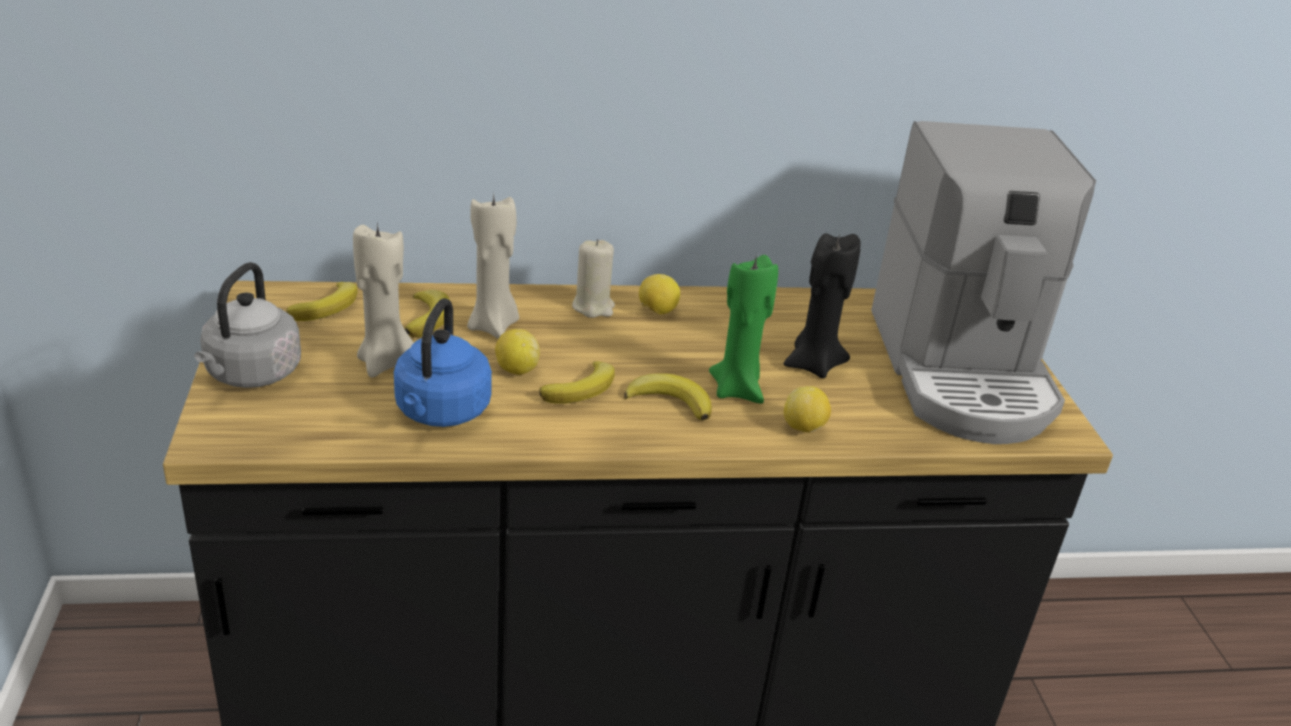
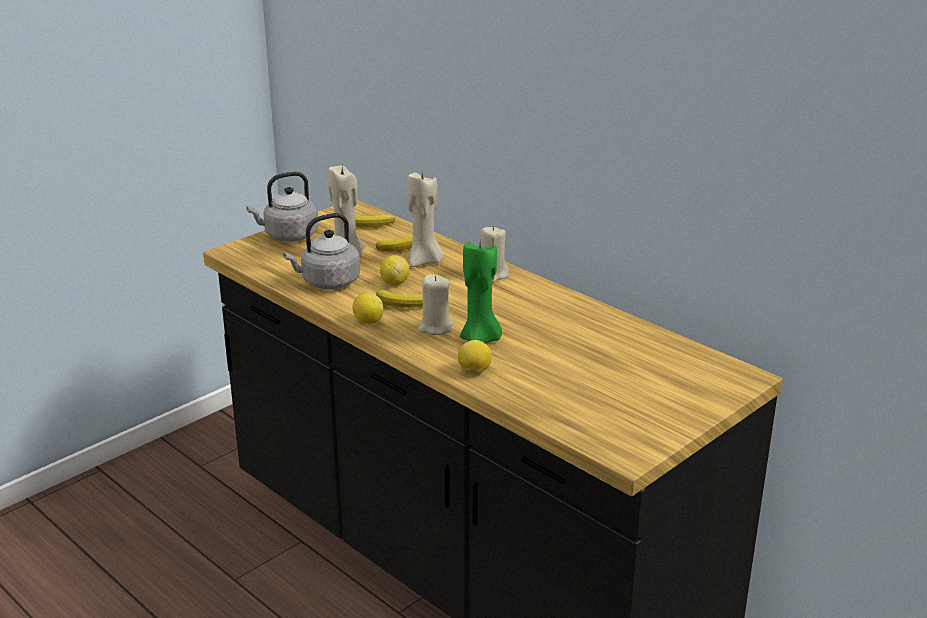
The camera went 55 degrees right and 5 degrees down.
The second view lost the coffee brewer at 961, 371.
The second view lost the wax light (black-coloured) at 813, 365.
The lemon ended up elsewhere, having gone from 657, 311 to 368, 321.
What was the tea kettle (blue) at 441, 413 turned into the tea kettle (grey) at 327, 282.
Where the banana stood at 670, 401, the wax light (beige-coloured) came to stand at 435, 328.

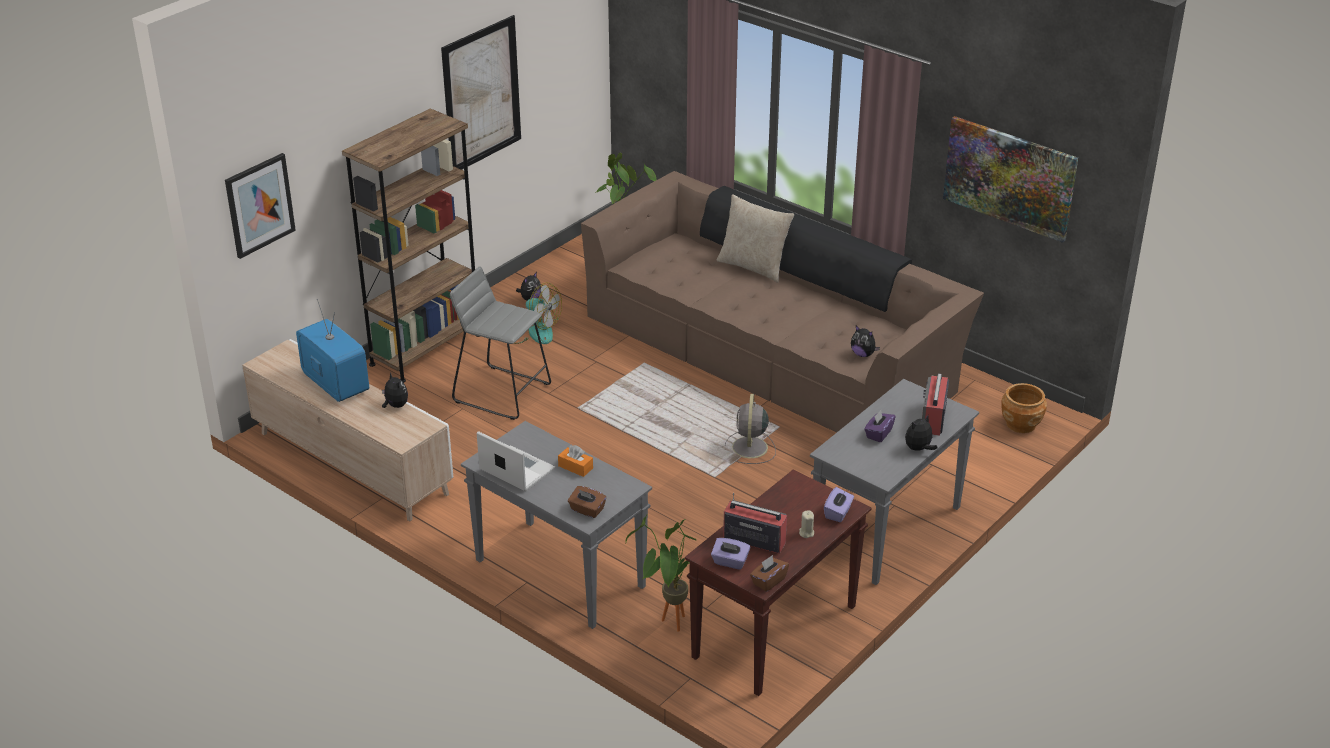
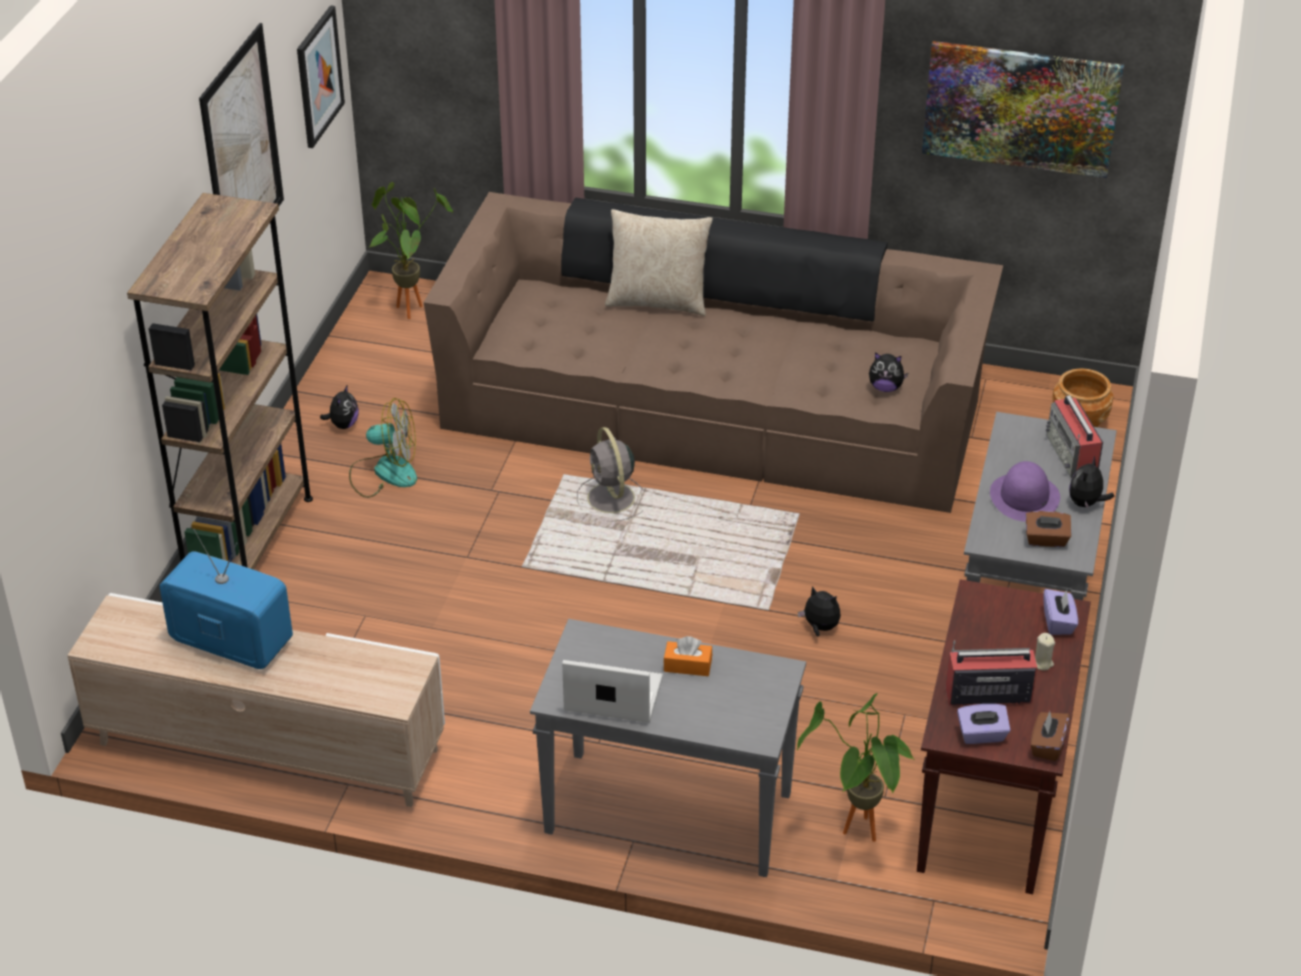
The camera went 25 degrees left and 5 degrees up.
The picture ended up elsewhere, having gone from 259, 205 to 318, 76.
The second view lost the stool (grey) at 502, 392.
The cuddly toy ended up elsewhere, having gone from 395, 406 to 820, 628.
The fan (grey) ended up elsewhere, having gone from 749, 448 to 612, 499.
Where the tissue box (purple) stood at 878, 434, the wearable hat (purple) came to stand at 1024, 497.
The tissue box (brown) ended up elsewhere, having gone from 587, 510 to 1046, 540.

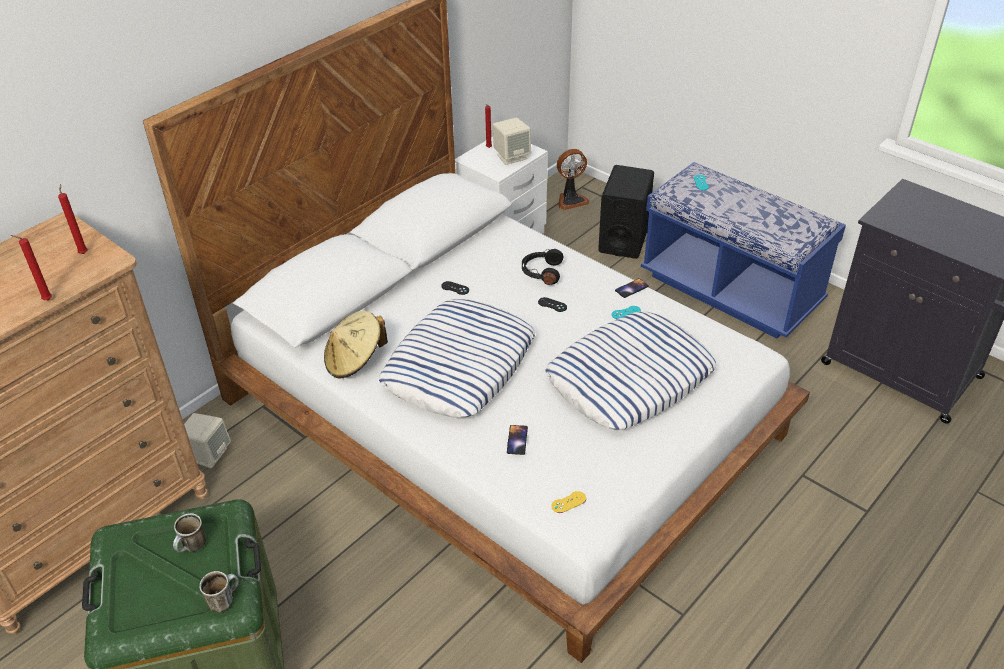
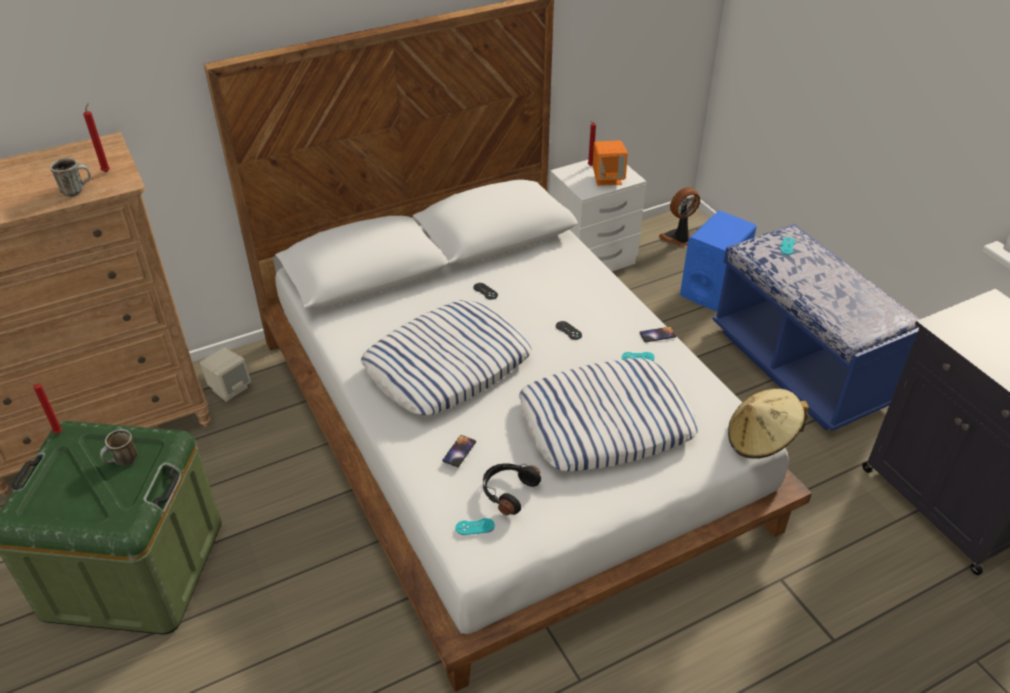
The camera went 20 degrees right and 0 degrees up.
What was the audio speaker (beige-coloured) at 511, 156 turned into the audio speaker (orangey) at 608, 179.
The fan at 571, 200 ended up facing another way, 150 degrees clockwise from before.
What was the audio speaker (black-coloured) at 623, 239 turned into the audio speaker (blue) at 712, 289.
The wax light (reddish) ended up elsewhere, having gone from 46, 300 to 57, 432.
The headset (black-coloured) ended up elsewhere, having gone from 541, 272 to 508, 492.
The wearable hat (beige-coloured) ended up elsewhere, having gone from 355, 361 to 761, 440.
What was the game controller (yellow) at 568, 502 turned into the game controller (blue-green) at 475, 527.
The tea mug ended up elsewhere, having gone from 224, 600 to 77, 190.

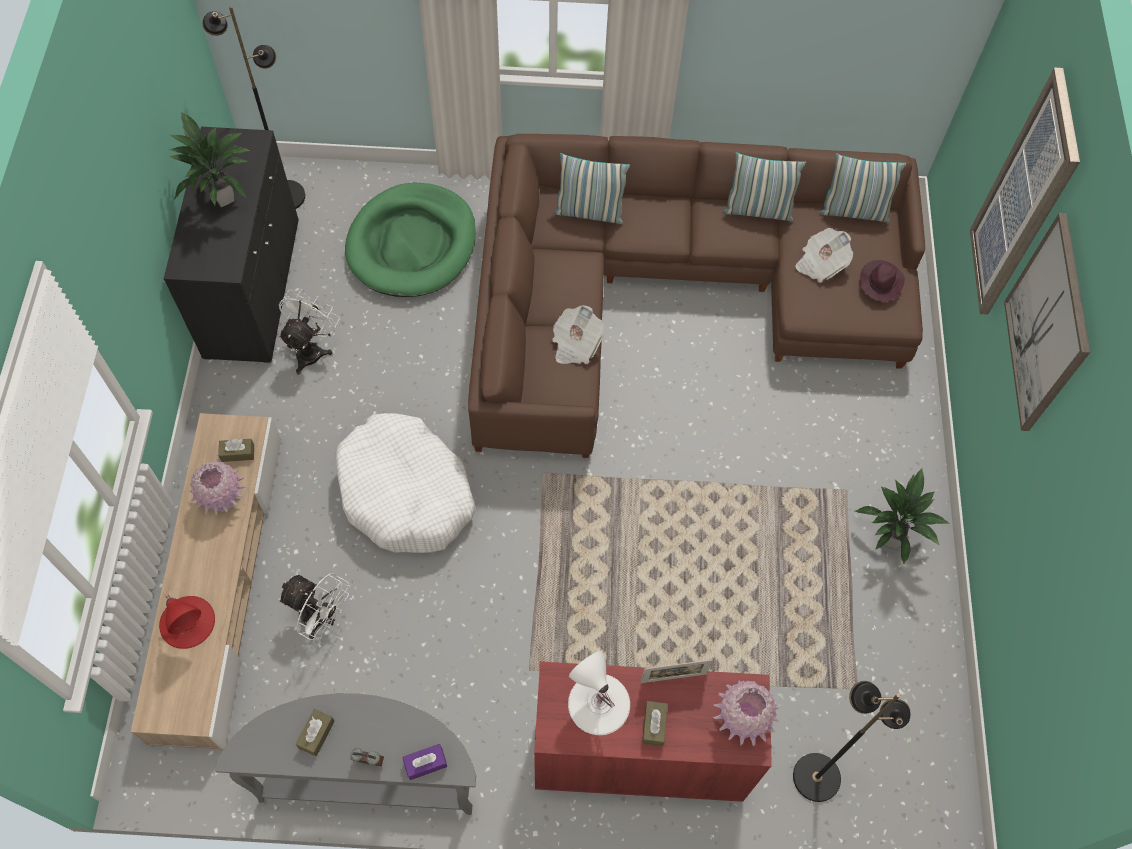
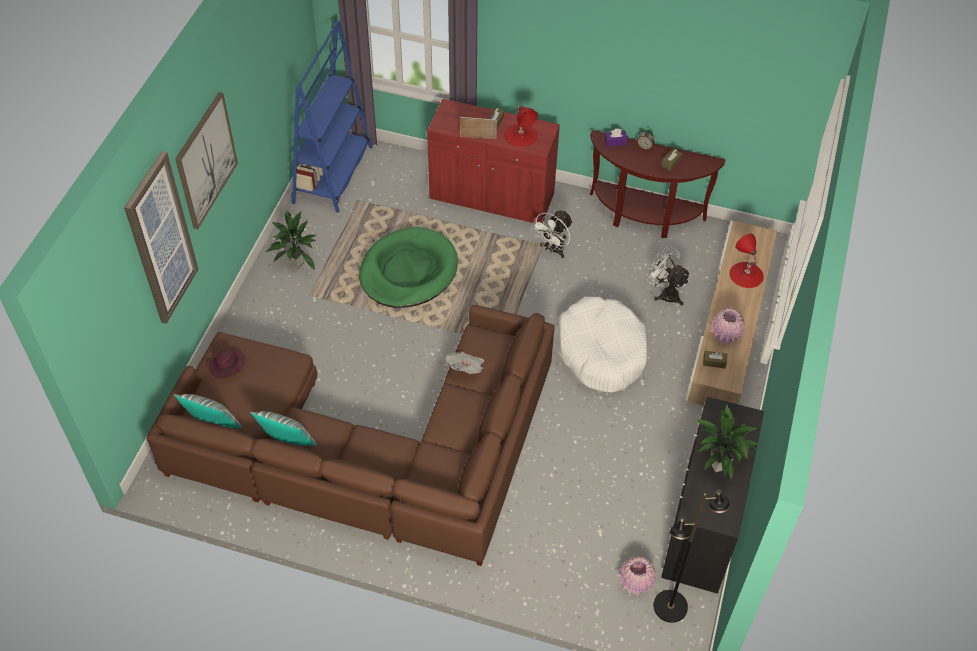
The camera went 165 degrees left and 10 degrees down.
The second view lost the pillow at 589, 212.
The pet bed (green) ended up elsewhere, having gone from 412, 244 to 408, 271.
The second view lost the newspaper at 820, 263.
The fan (whitish) ended up elsewhere, having gone from 312, 349 to 553, 250.
What was the tabletop lamp (whitish) at 598, 703 turned into the tabletop lamp (reddish) at 521, 135.
The decorative vase (pink) ended up elsewhere, having gone from 742, 719 to 635, 584.
The second view lost the standard lamp (black-coloured) at 816, 776.
What was the narrow table (grey) at 370, 776 turned into the narrow table (brown) at 644, 216.
The second view gained the bookcase (blue) at 333, 175.

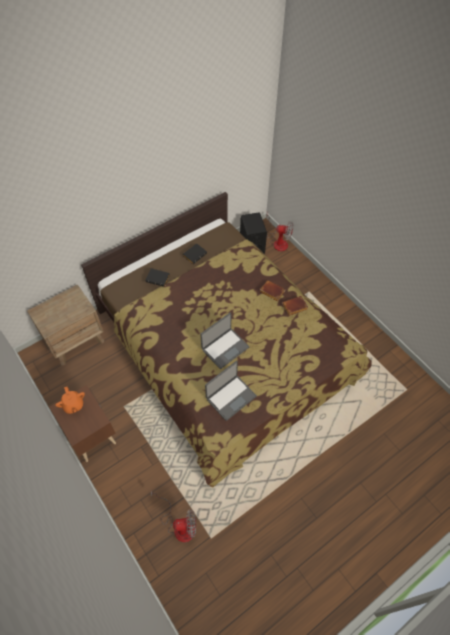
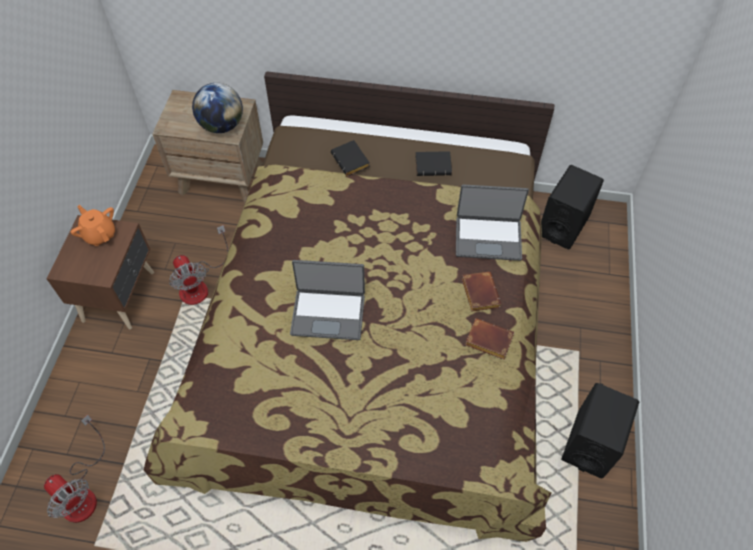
The camera went 45 degrees right and 0 degrees up.
The fan ended up elsewhere, having gone from 278, 241 to 200, 284.
The notebook computer ended up elsewhere, having gone from 230, 397 to 488, 237.
The tea pot (orangey) at 73, 405 ended up facing another way, 120 degrees clockwise from before.
The second view gained the desk globe at 222, 126.
The second view gained the audio speaker (black-coloured) at 589, 444.

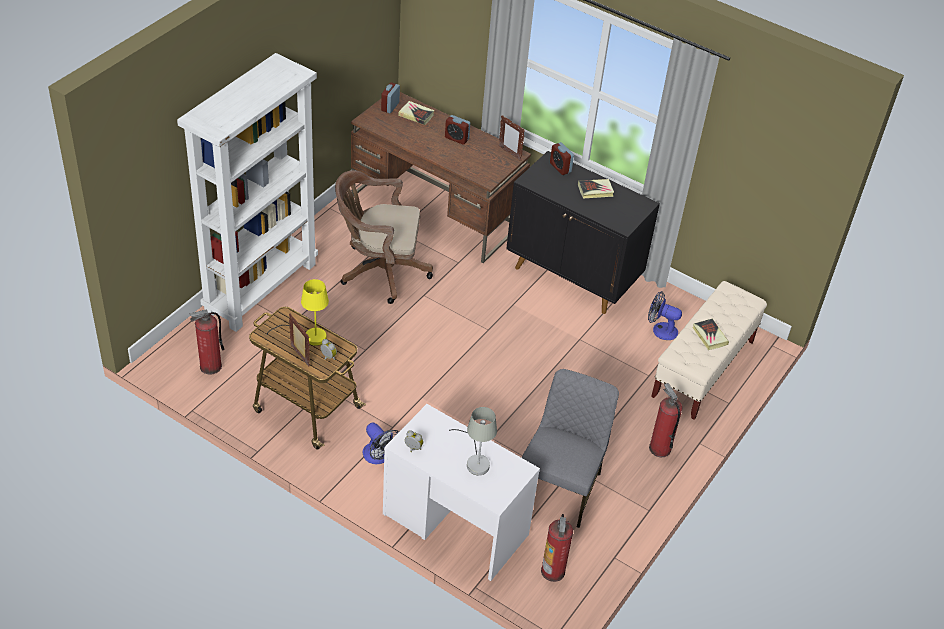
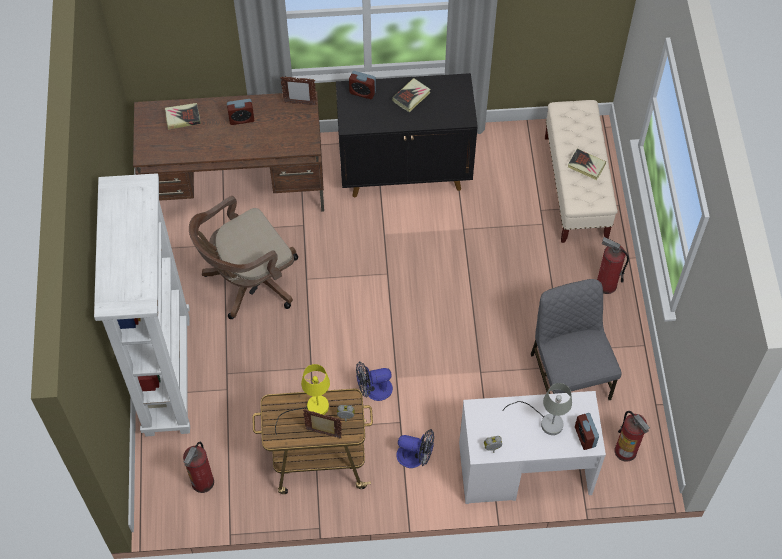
The camera went 35 degrees left and 15 degrees up.
The table clock ended up elsewhere, having gone from 390, 106 to 585, 437.
The fan ended up elsewhere, having gone from 660, 329 to 373, 390.

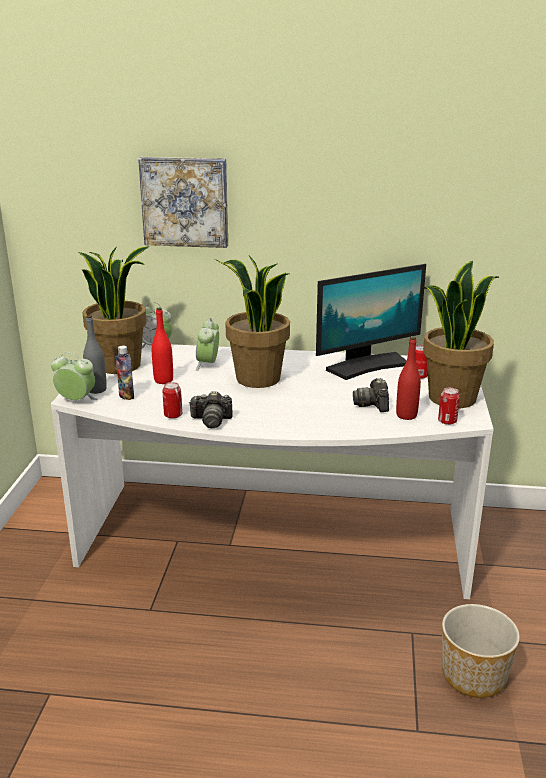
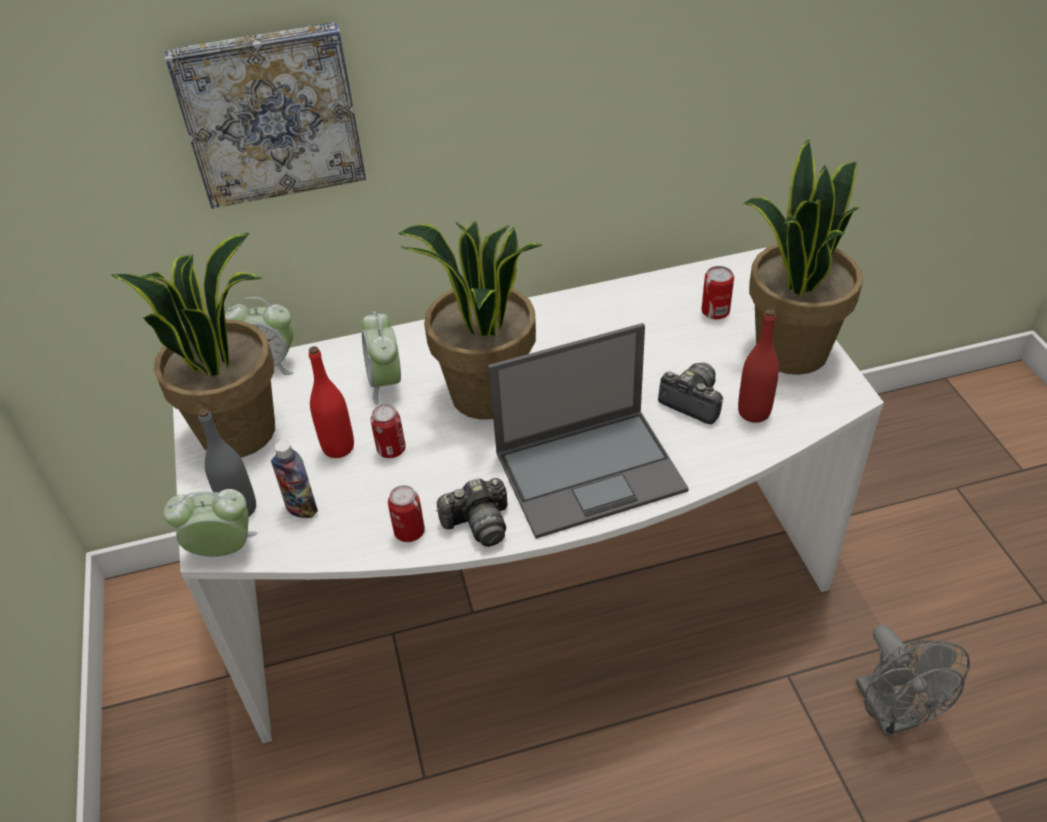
The camera went 20 degrees left and 20 degrees up.
The second view lost the computer screen at 367, 366.
The photo camera at 373, 404 ended up facing another way, 150 degrees clockwise from before.
The metal can ended up elsewhere, having gone from 447, 421 to 391, 449.
Where the flower pot stood at 474, 675, the fan (grey) came to stand at 892, 714.
The second view gained the notebook computer at 591, 470.

